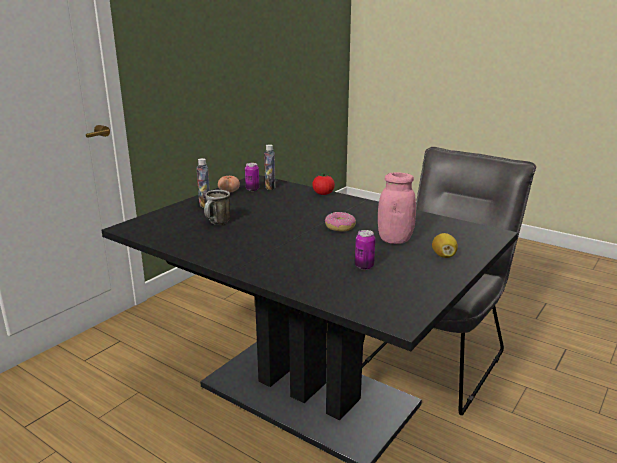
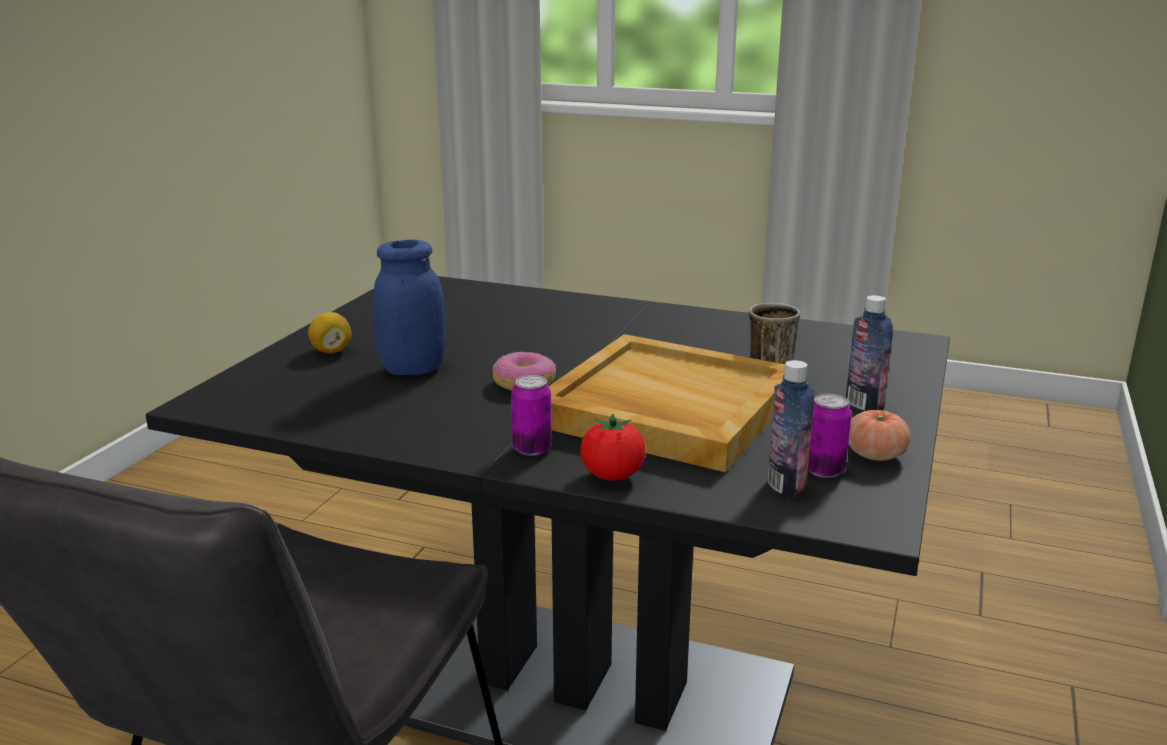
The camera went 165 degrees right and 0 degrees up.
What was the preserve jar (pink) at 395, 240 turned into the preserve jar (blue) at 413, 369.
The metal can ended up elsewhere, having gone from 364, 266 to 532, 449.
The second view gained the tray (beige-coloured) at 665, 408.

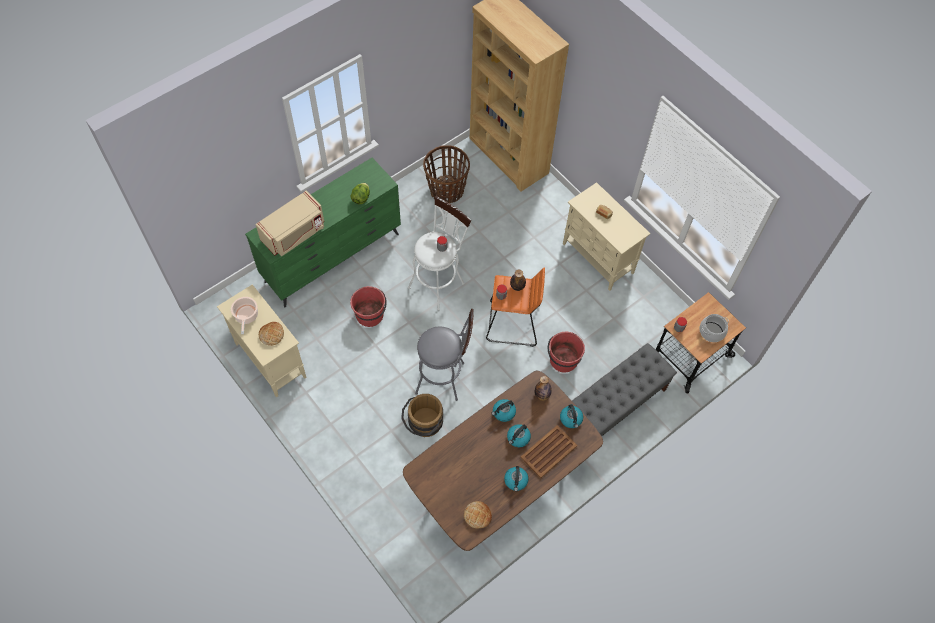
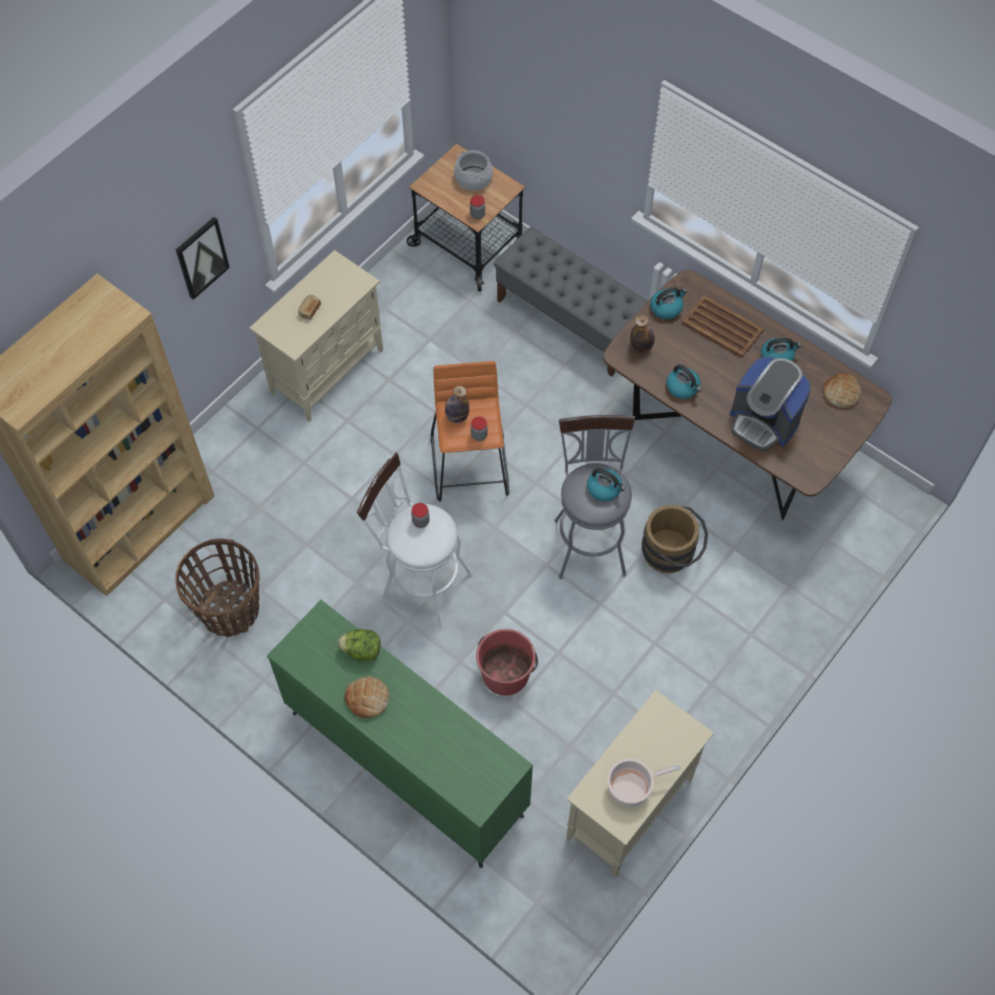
The camera went 100 degrees left and 0 degrees up.
The second view lost the kitchen microwave (beige-coloured) at 294, 234.
The bread ended up elsewhere, having gone from 271, 334 to 367, 698.
The second view lost the pail (reddish) at 563, 360.
The tea kettle ended up elsewhere, having gone from 518, 438 to 604, 489.
The second view gained the picture at 201, 257.
The second view gained the coffee brewer at 763, 421.

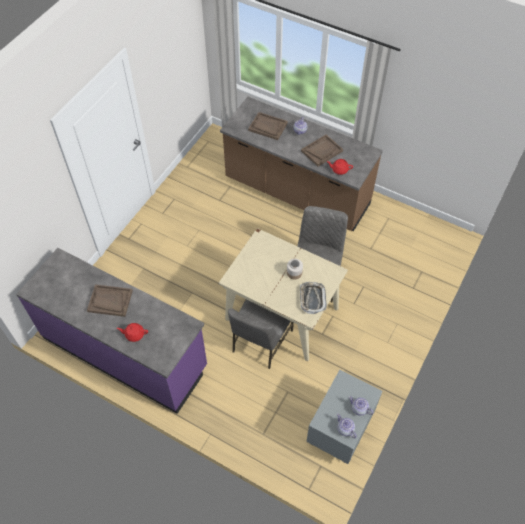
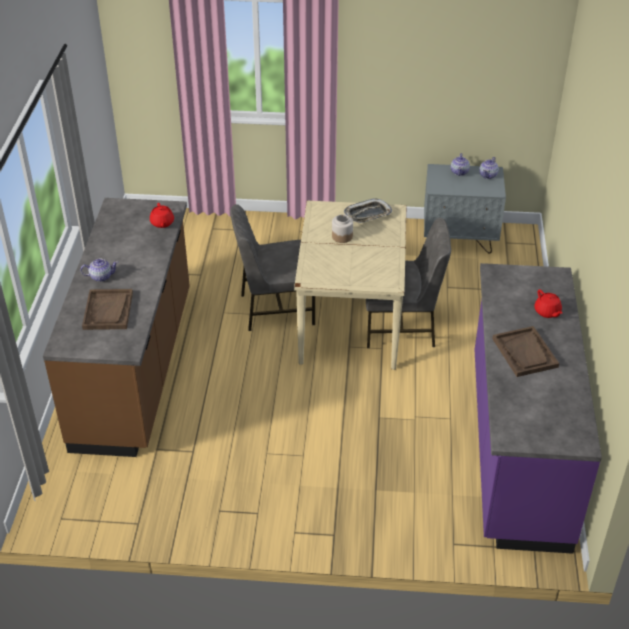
The camera went 115 degrees left and 15 degrees down.
The second view lost the tray (brown) at 321, 151.

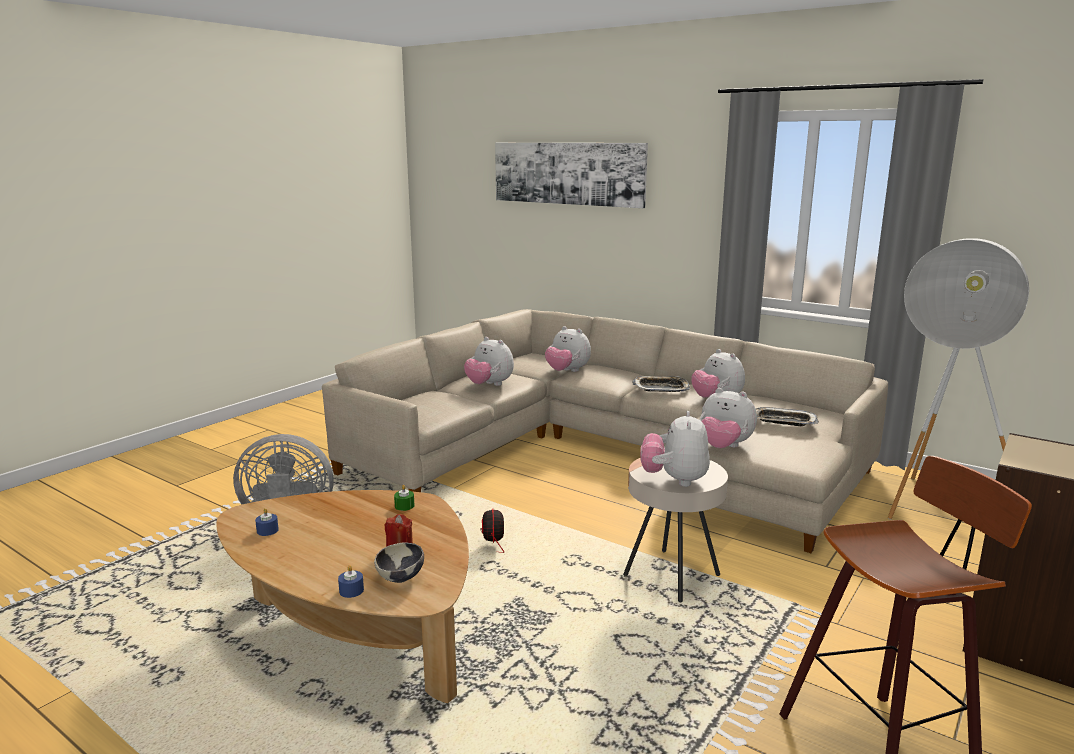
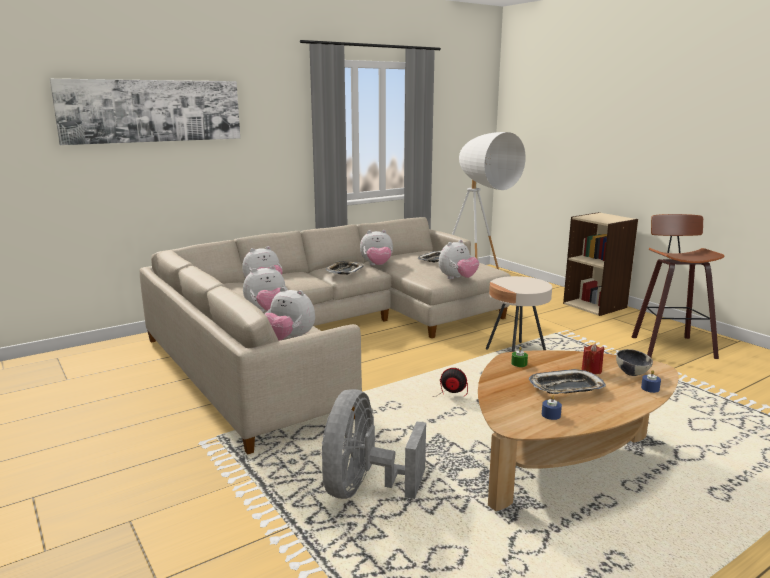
The camera went 70 degrees left and 0 degrees up.
The cuddly toy ended up elsewhere, having gone from 674, 480 to 289, 339.
The second view gained the tray at 566, 388.

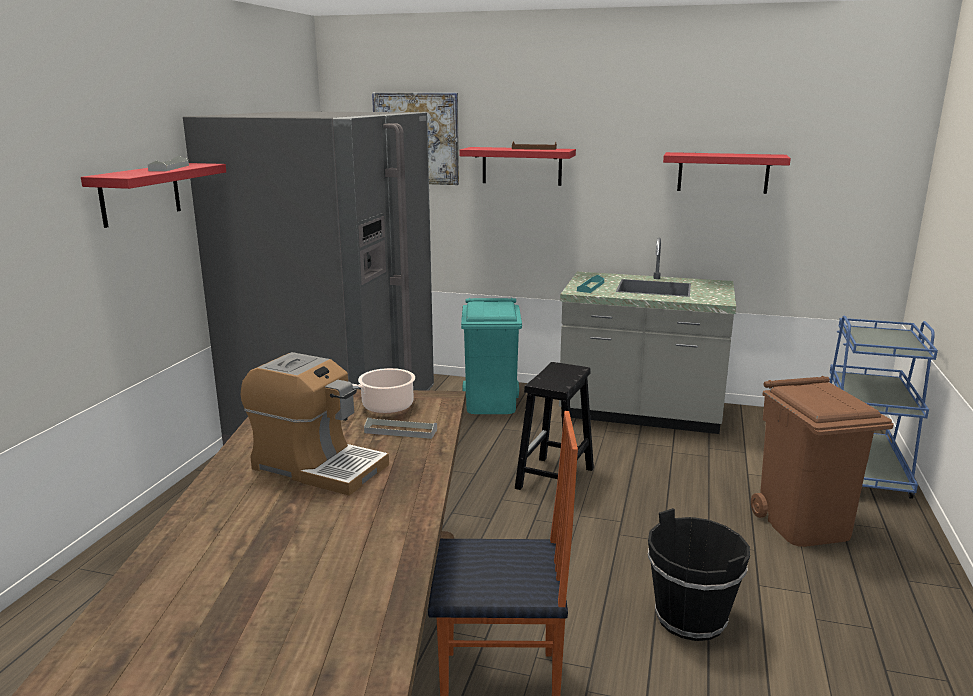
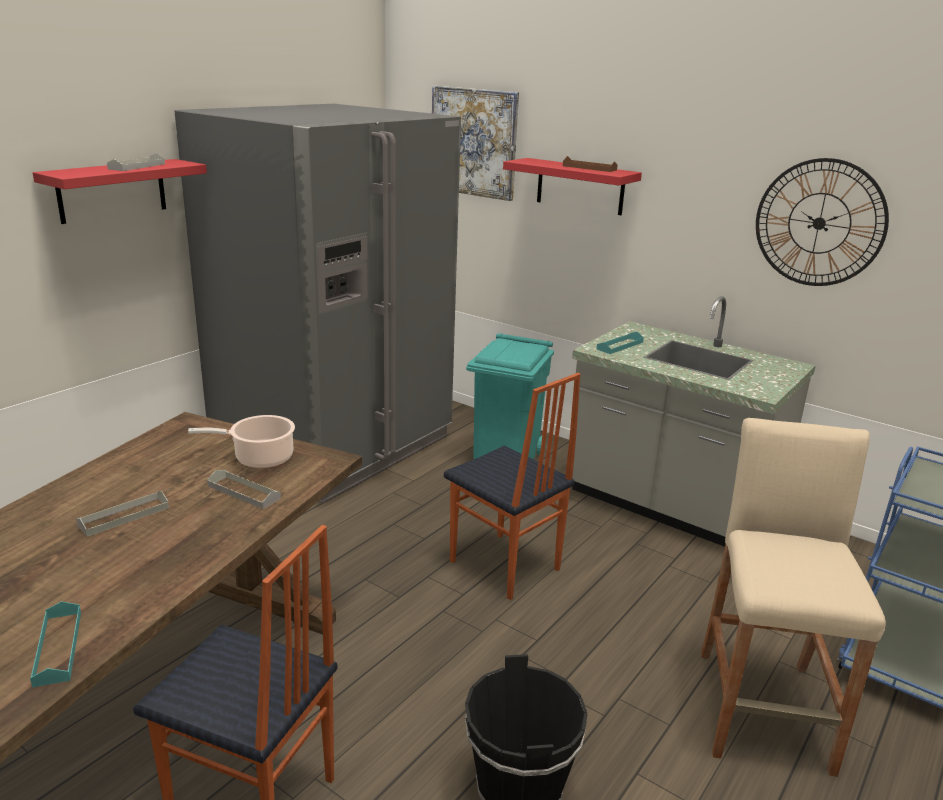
The camera went 20 degrees right and 5 degrees up.
Where the wall shelf (reddish) hung at 723, 172, the hanging clock came to hang at 819, 223.
Where the coffee brewer stood at 317, 466, the tray (grey) came to stand at 124, 516.
Where the stool (black-coloured) stood at 555, 479, the plain chair came to stand at 504, 566.
Where the waste bin (brown) stood at 804, 525, the stool (beige-coloured) came to stand at 763, 709.
The second view gained the tray (blue-green) at 58, 647.

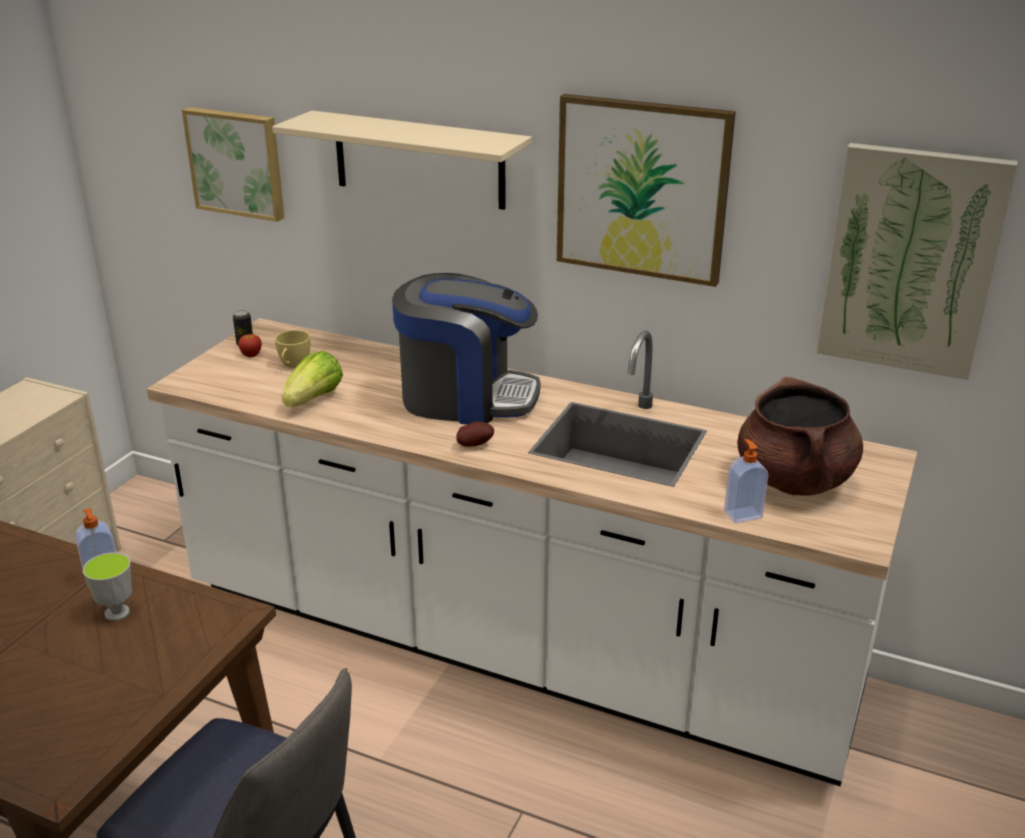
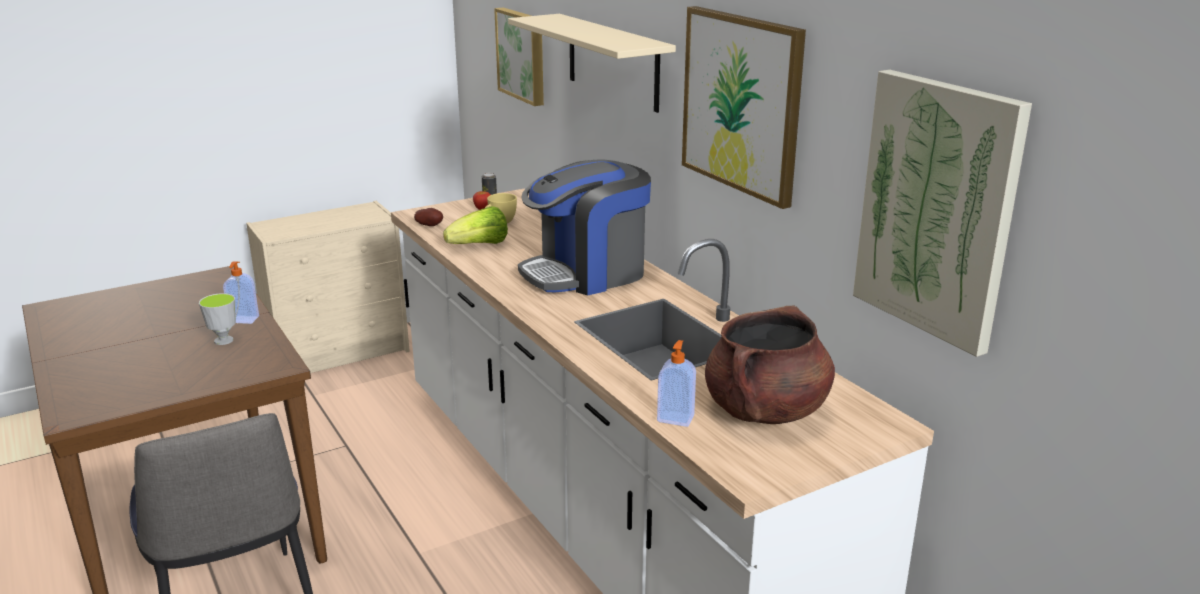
The camera went 35 degrees right and 5 degrees down.
The coffee brewer at 466, 398 ended up facing another way, 105 degrees clockwise from before.
The spud ended up elsewhere, having gone from 474, 445 to 430, 226.

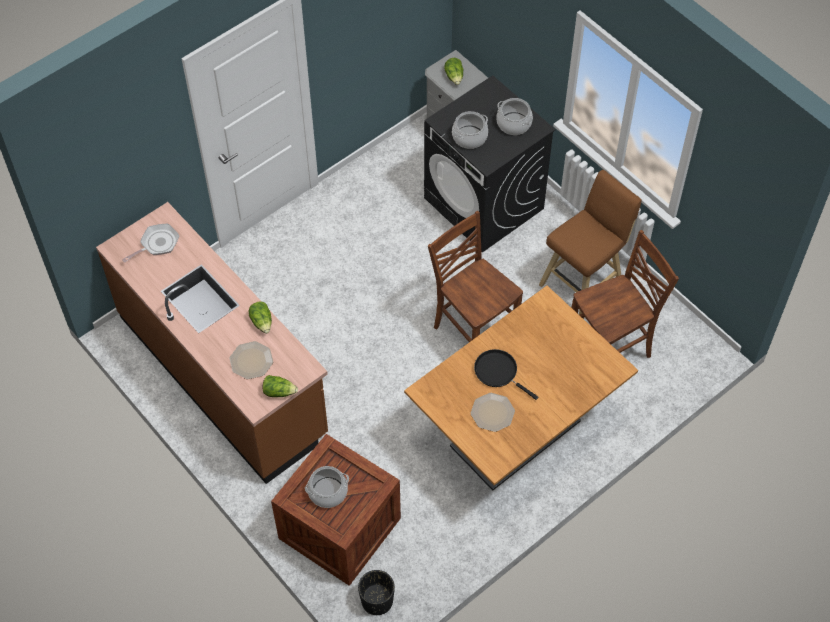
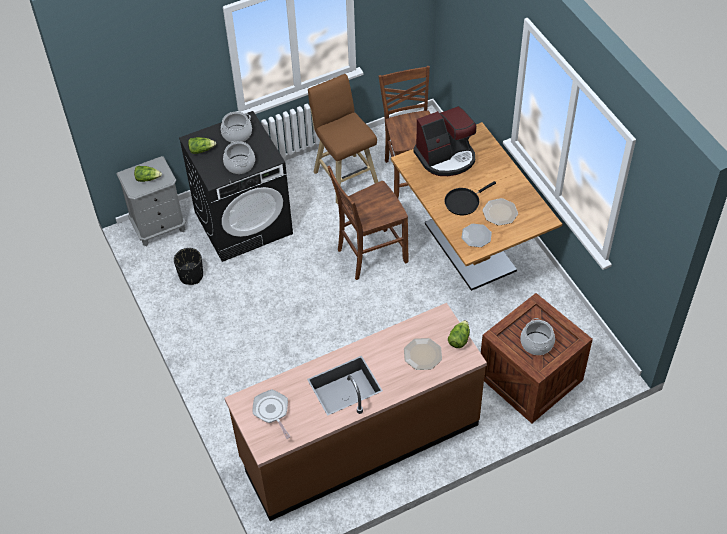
The camera went 75 degrees left and 5 degrees down.
The lettuce ended up elsewhere, having gone from 262, 322 to 201, 150.
The flower pot (black-coloured) ended up elsewhere, having gone from 377, 601 to 191, 276.
The second view gained the coffee brewer at 446, 157.
The second view gained the dinner plate at 476, 236.

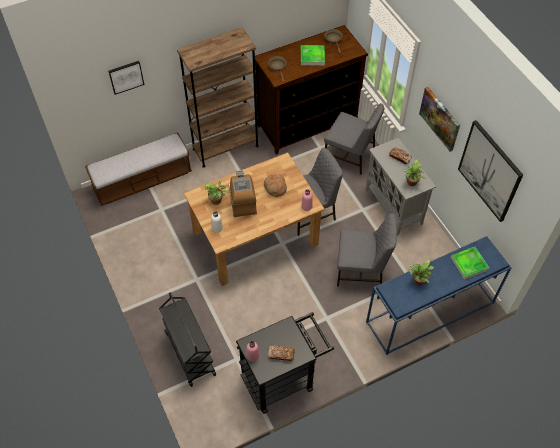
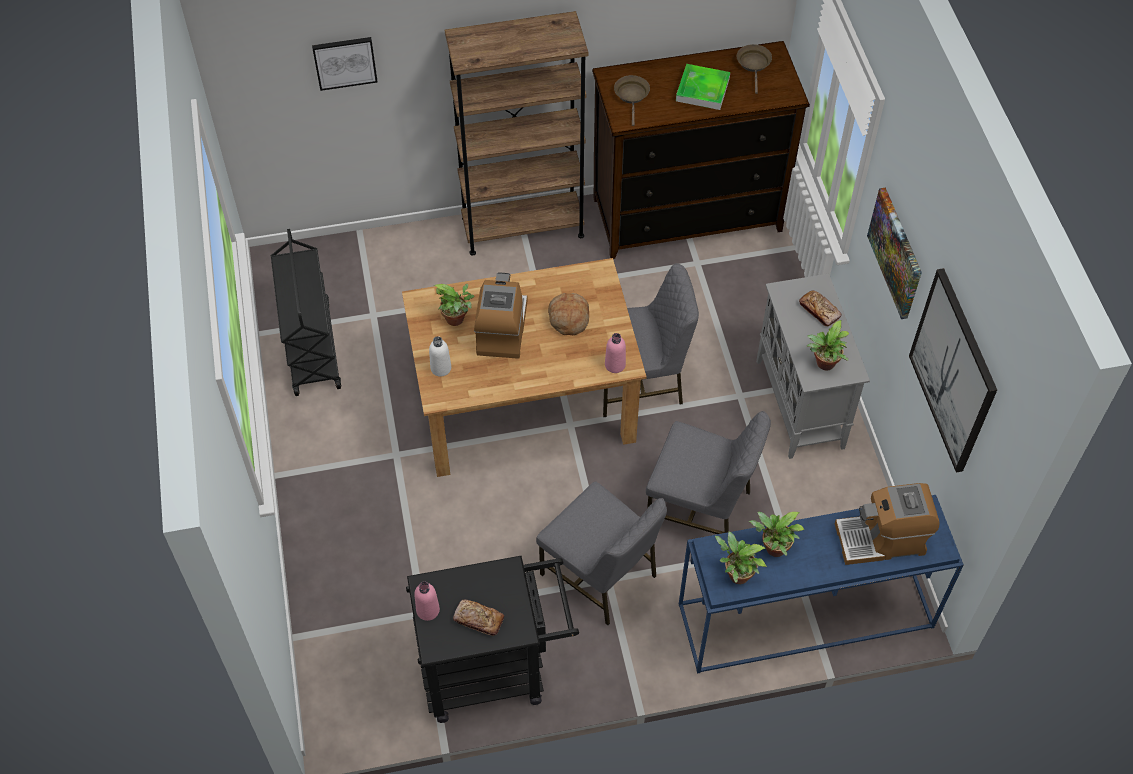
The camera went 15 degrees right and 0 degrees up.
The plain chair (grey) ended up elsewhere, having gone from 350, 156 to 600, 575.
The second view lost the bench at 142, 180.
Where the tray stood at 469, 264, the coffee brewer came to stand at 881, 539.
The trolley (black-coloured) ended up elsewhere, having gone from 189, 353 to 311, 347.
The second view gained the plant in a pot at 736, 575.

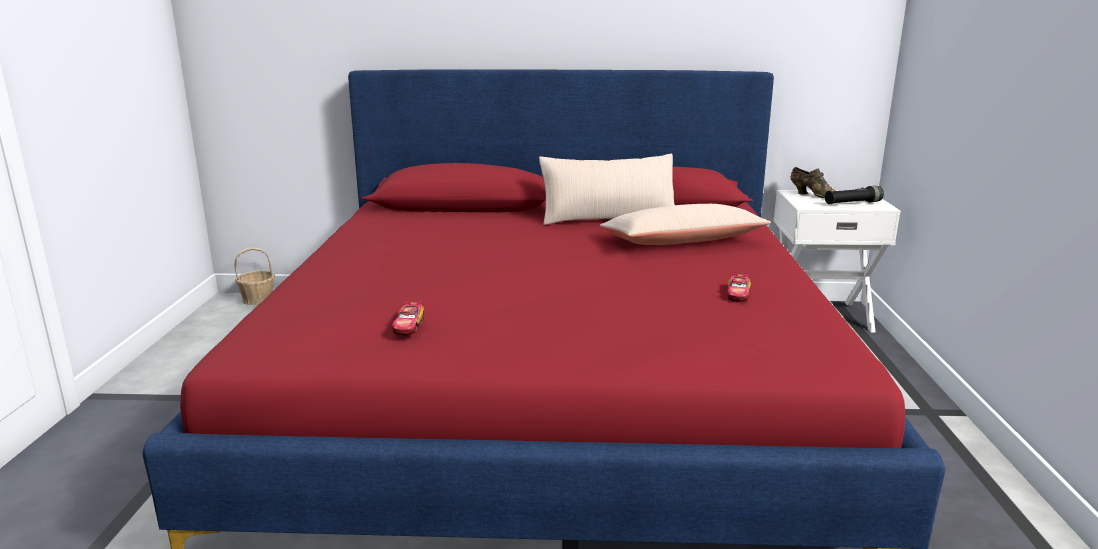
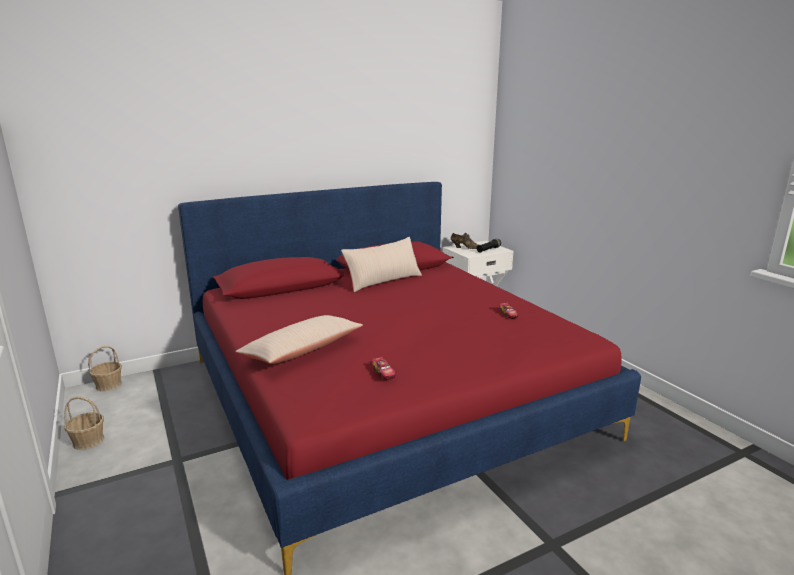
The camera went 30 degrees left and 0 degrees up.
The pillow (beige-coloured) ended up elsewhere, having gone from 682, 241 to 302, 350.
The second view gained the storage basket at 88, 441.

